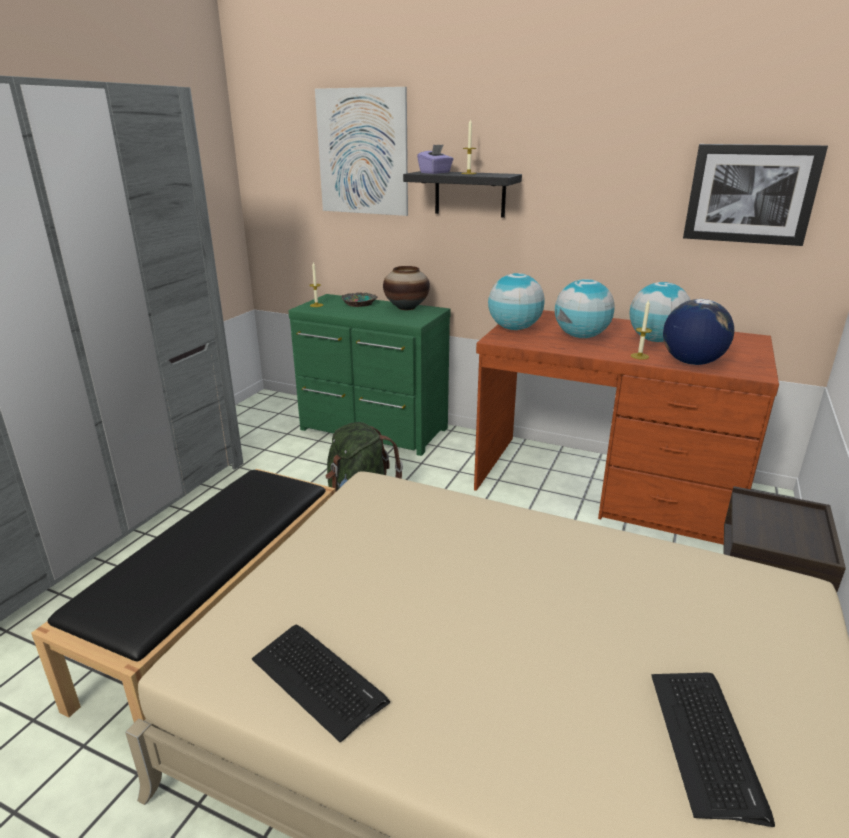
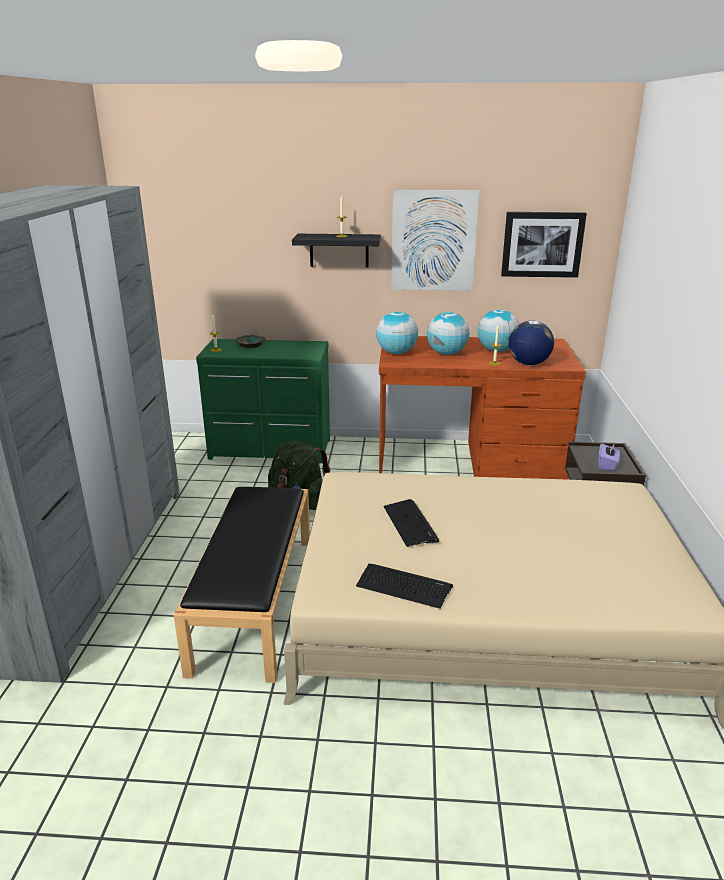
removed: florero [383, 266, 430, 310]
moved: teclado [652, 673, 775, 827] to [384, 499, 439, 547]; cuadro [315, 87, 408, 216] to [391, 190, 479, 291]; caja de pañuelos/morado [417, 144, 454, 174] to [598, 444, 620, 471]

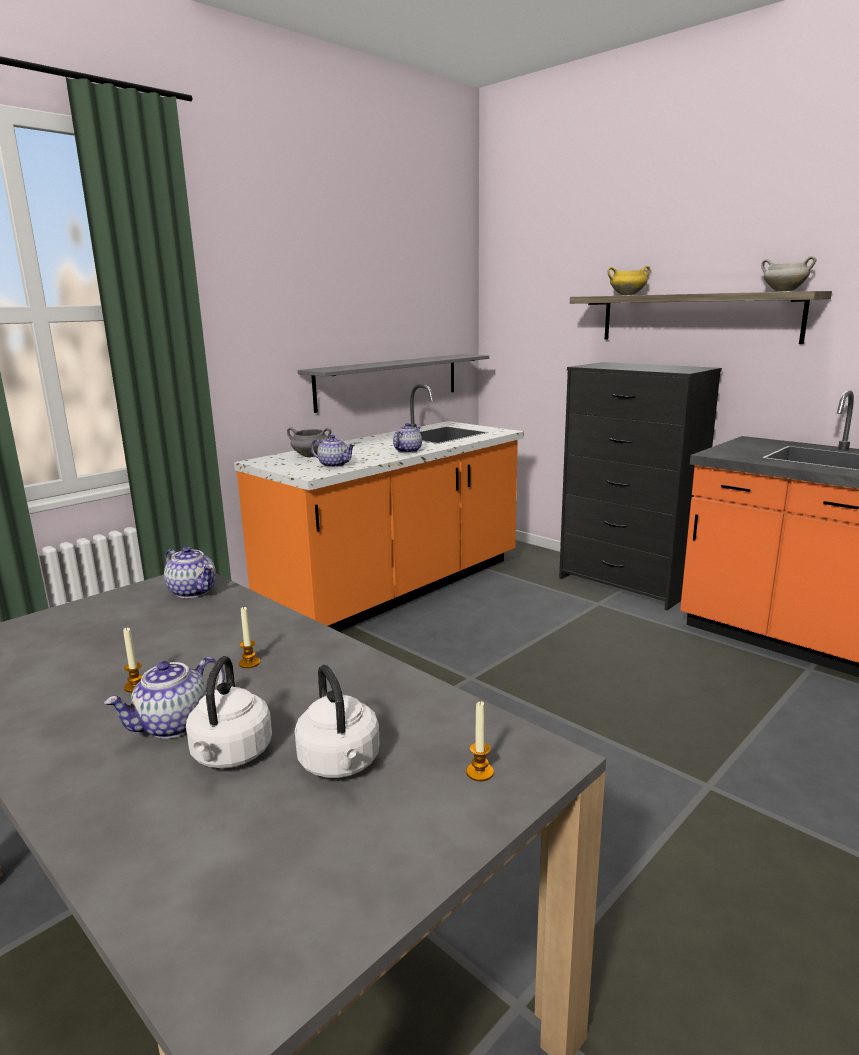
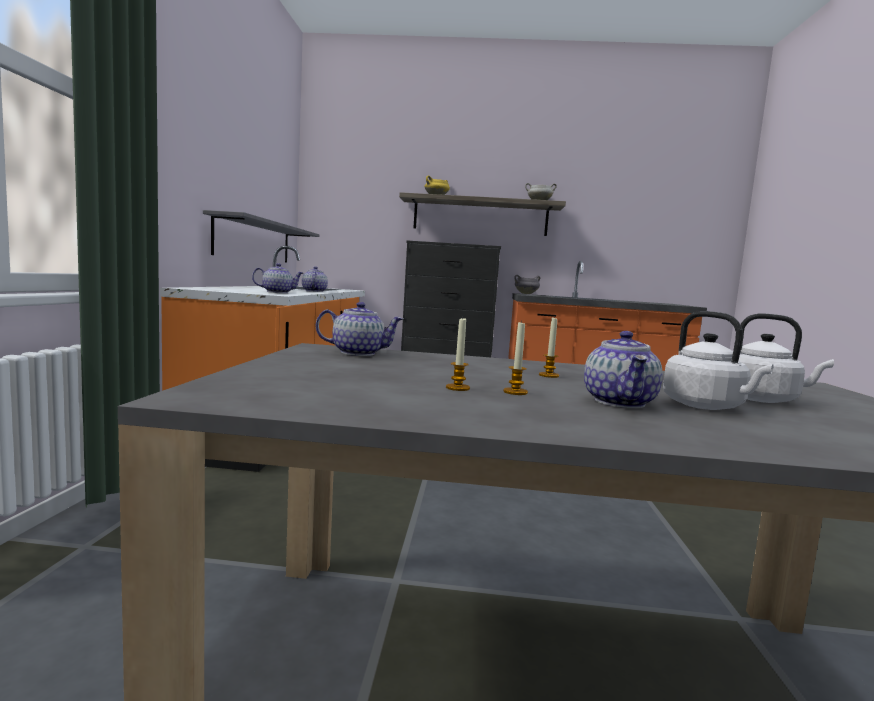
moved: vela [466, 701, 494, 781] to [446, 318, 470, 391]; olla/gris [287, 427, 331, 457] to [514, 275, 540, 294]

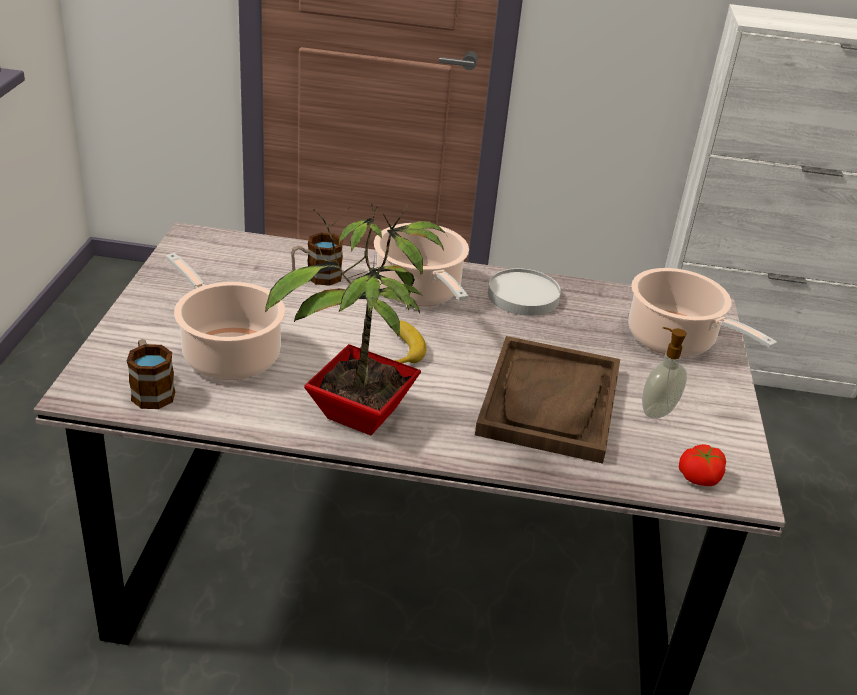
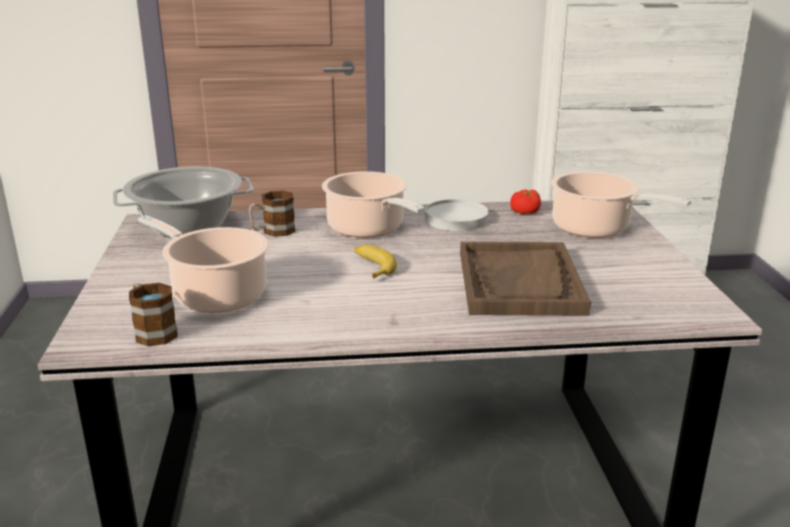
removed: planta en maceta [265, 203, 448, 436]; dispensador de jabón [642, 327, 687, 419]
added: olla [113, 166, 254, 238]
moved: tomate [679, 444, 726, 486] to [510, 190, 541, 215]

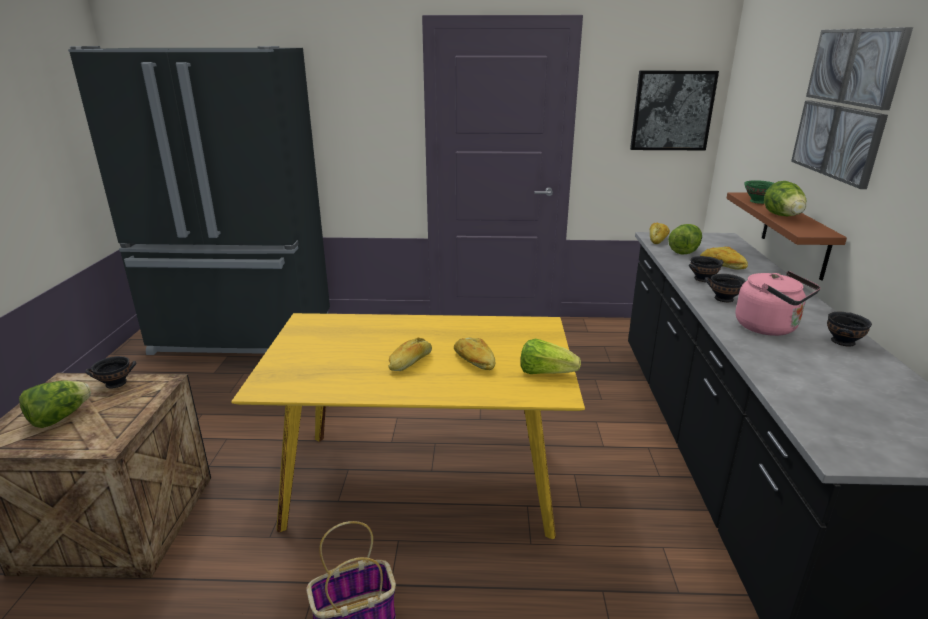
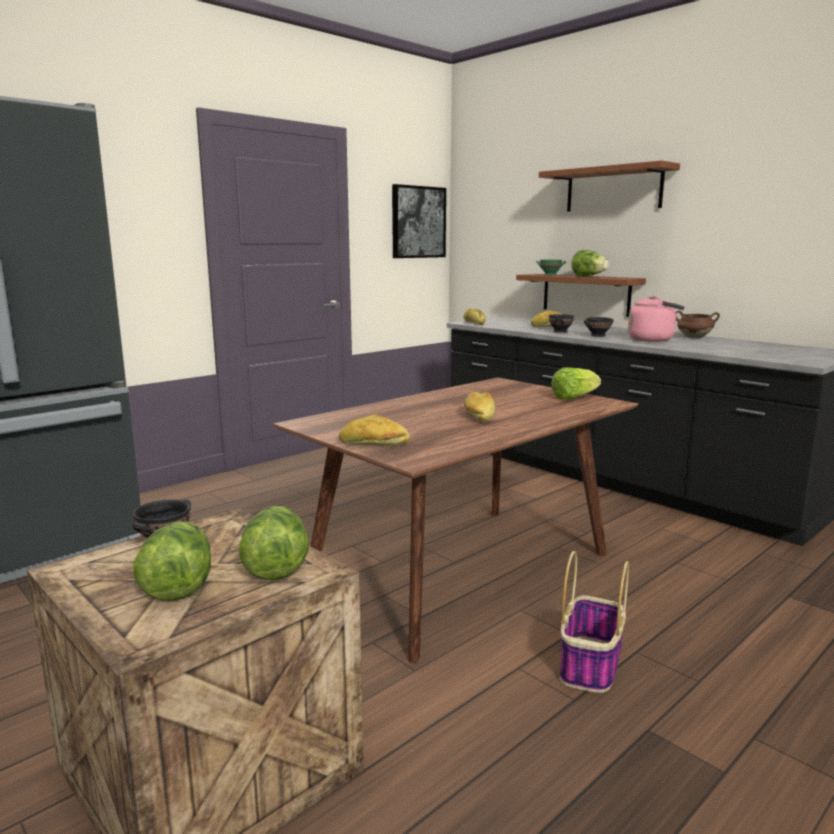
moved: lechuga [668, 224, 702, 255] to [239, 506, 309, 580]; pan [454, 338, 495, 370] to [339, 414, 410, 446]
replaced: cuadro [791, 27, 913, 189] to estante/marrón [539, 161, 680, 212]; cuenco/negro [827, 312, 872, 347] to olla/marrón [676, 311, 720, 338]
recoloured: mesa de comedor/amarillo [231, 313, 585, 539] to mesa de comedor/marrón [273, 377, 638, 663]

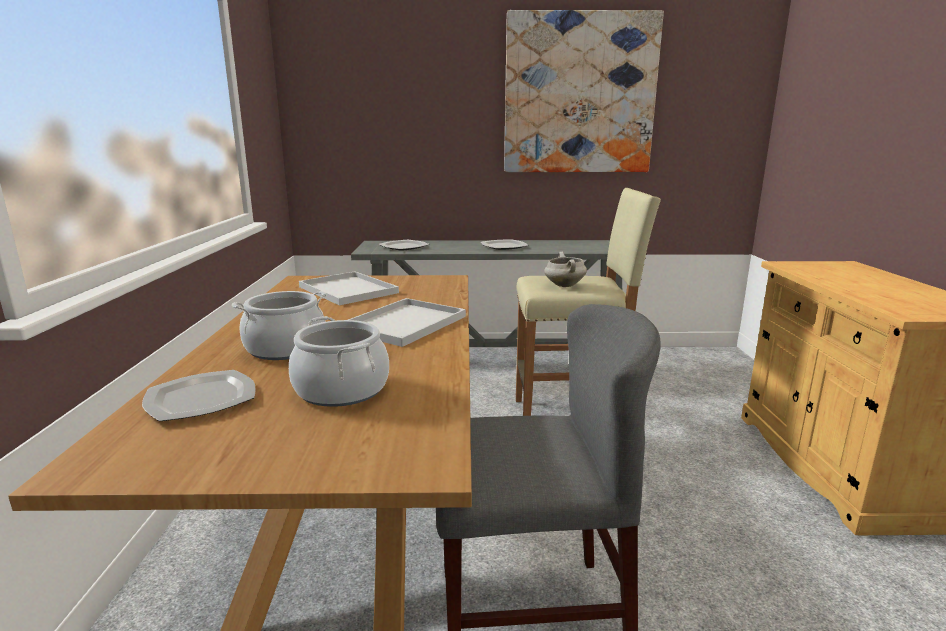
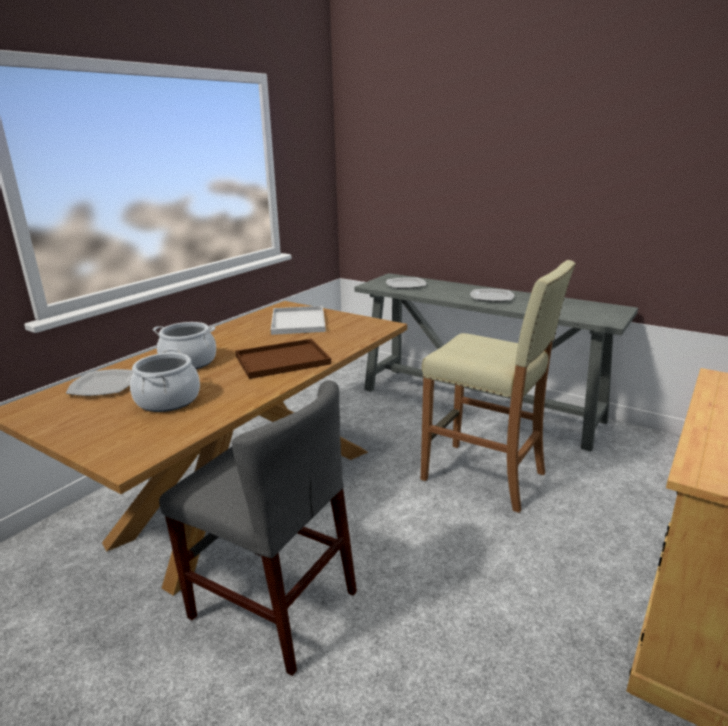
removed: cuadro [504, 10, 664, 172]; olla/blanco [544, 252, 587, 287]
recoloured: bandeja/blanco [348, 298, 466, 347] to bandeja/marrón [235, 339, 331, 379]

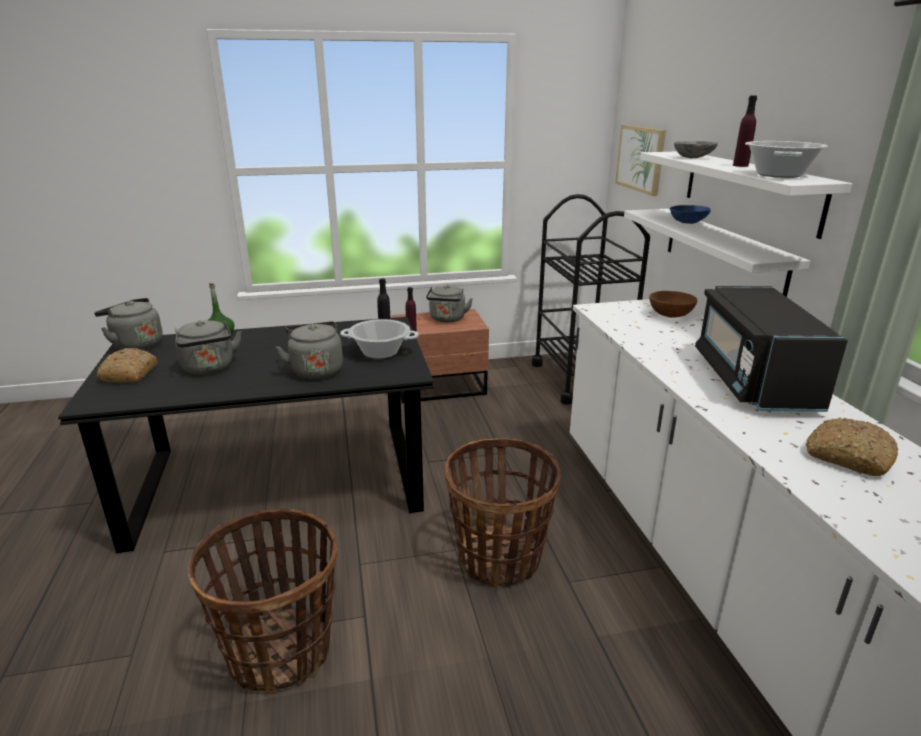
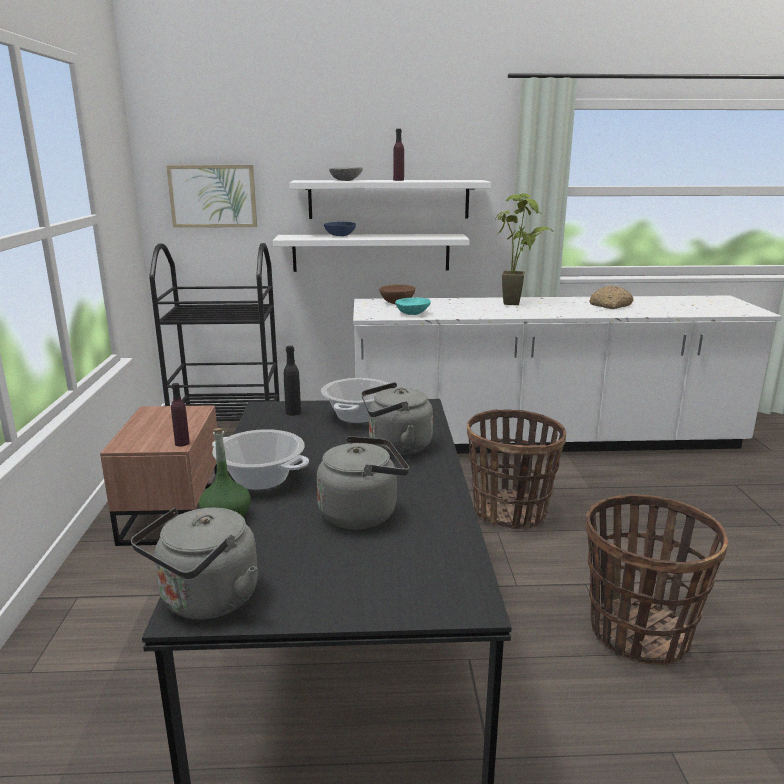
removed: pan [97, 348, 158, 383]; hervidor/gris [426, 285, 473, 323]
added: cuenco/turquesa [395, 298, 431, 315]
moved: olla [745, 141, 828, 178] to [212, 429, 309, 490]
replaced: microondas/negro [695, 286, 848, 412] to planta en maceta [495, 193, 554, 305]

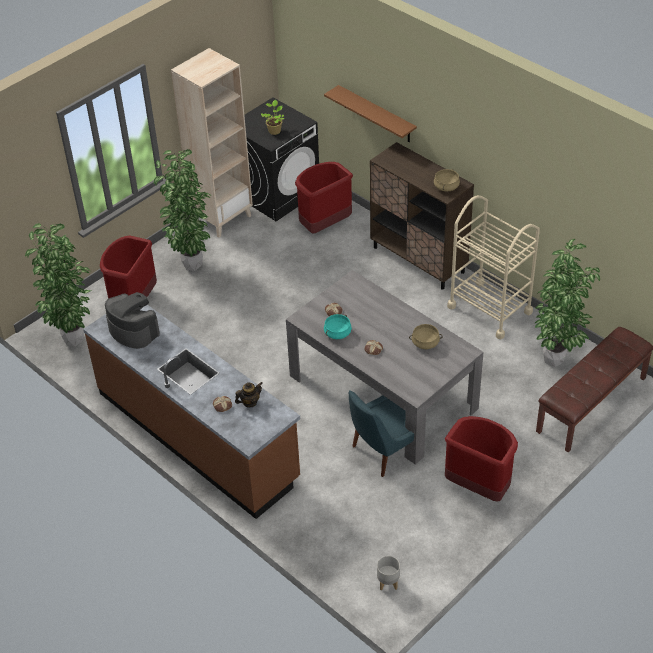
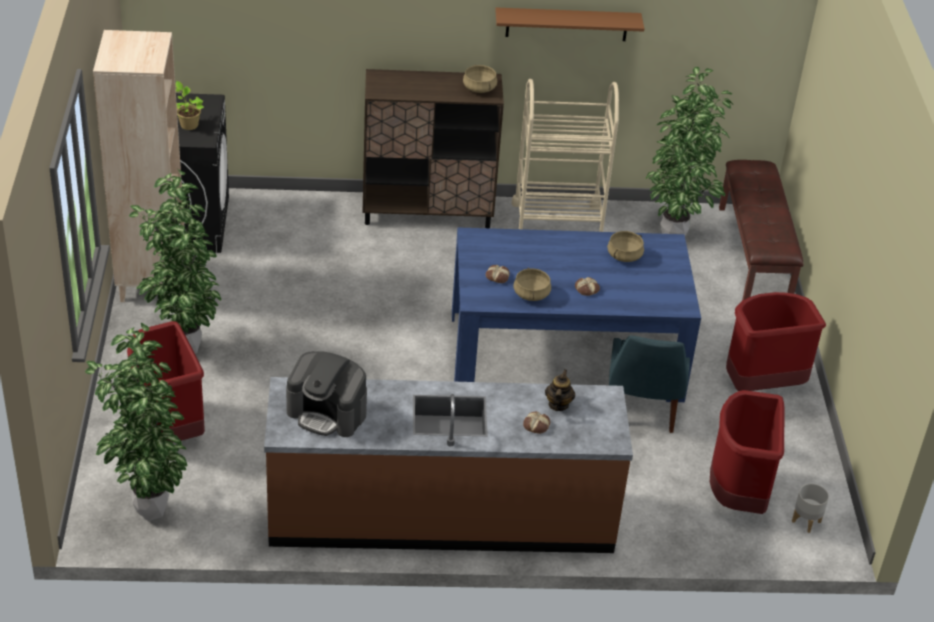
moved: estante/marrón [324, 85, 417, 142] to [495, 8, 644, 41]; papelera/rojo [295, 162, 353, 234] to [710, 390, 784, 514]
recoloured: mesa de comedor/gris [286, 270, 483, 465] to mesa de comedor/azul [452, 227, 701, 402]; olla/turquesa [324, 314, 352, 339] to olla/beis [513, 267, 551, 301]
turned: cafetera [105, 292, 160, 349] = [286, 351, 367, 437] 150 degrees counterclockwise

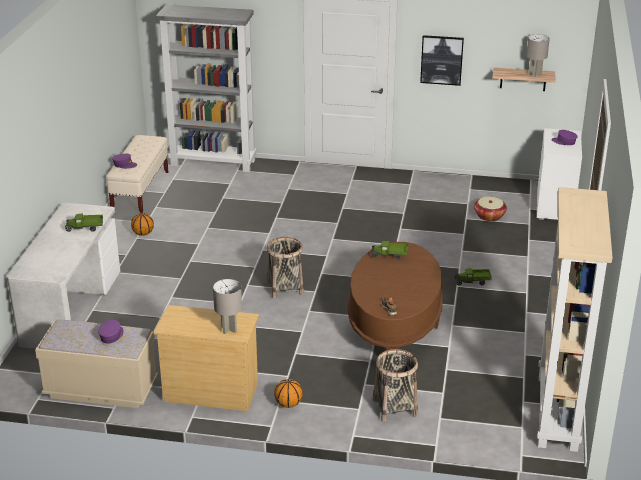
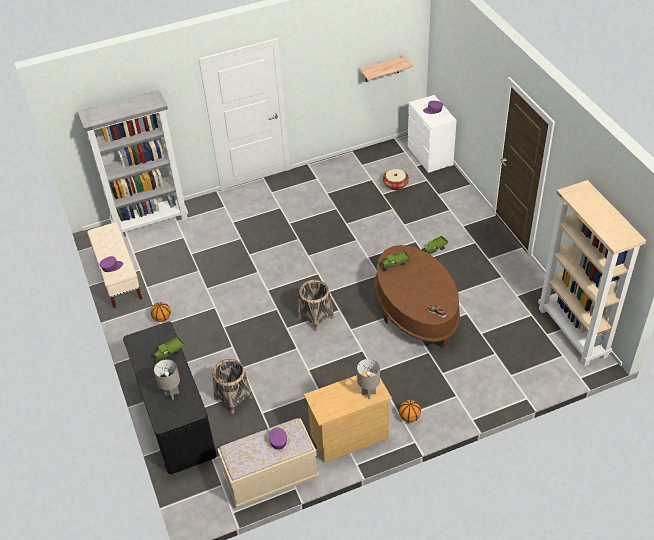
removed: cuadro [420, 35, 464, 86]
moved: lámpara de mesa/gris [526, 34, 550, 77] to [154, 359, 180, 400]; cesta [373, 349, 418, 422] to [212, 359, 253, 414]
recoloured: escritorio/blanco [7, 203, 120, 349] to escritorio/negro [123, 322, 217, 474]

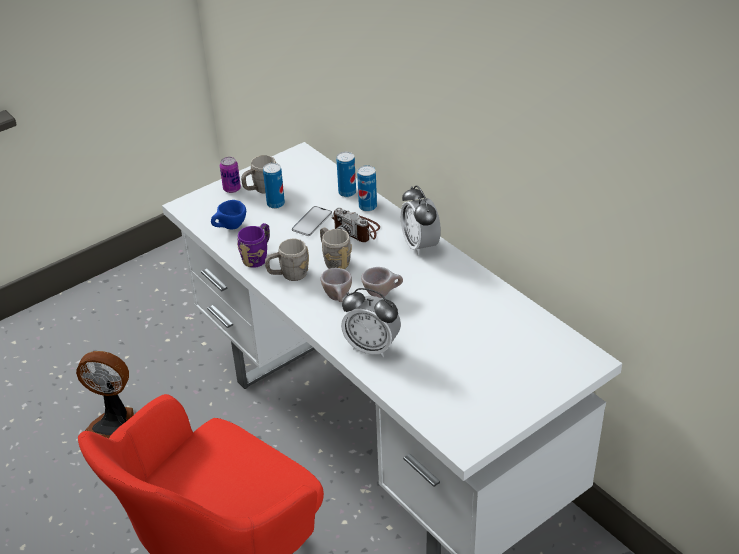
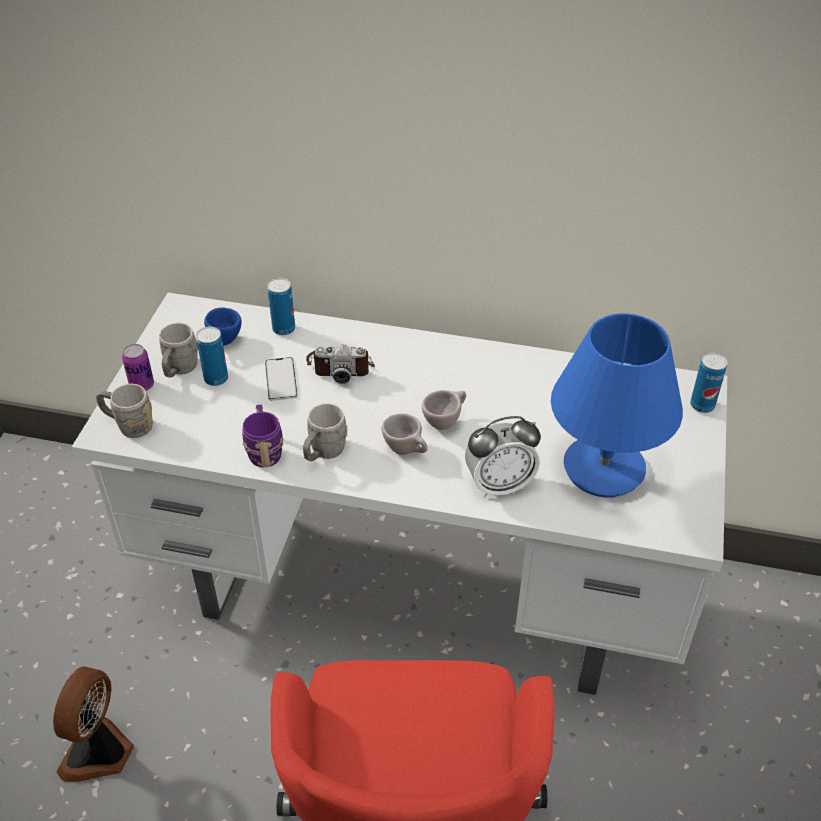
removed: despertador [401, 185, 441, 256]
added: lámpara de mesa/azul [551, 313, 683, 498]
moved: taza grande/gris [320, 227, 352, 269] to [96, 384, 153, 438]; taza/azul [211, 200, 246, 229] to [204, 308, 242, 346]; lata [357, 165, 377, 212] to [690, 353, 727, 413]
turned: ventilador [76, 351, 134, 438] = [53, 666, 134, 782] 135 degrees clockwise

